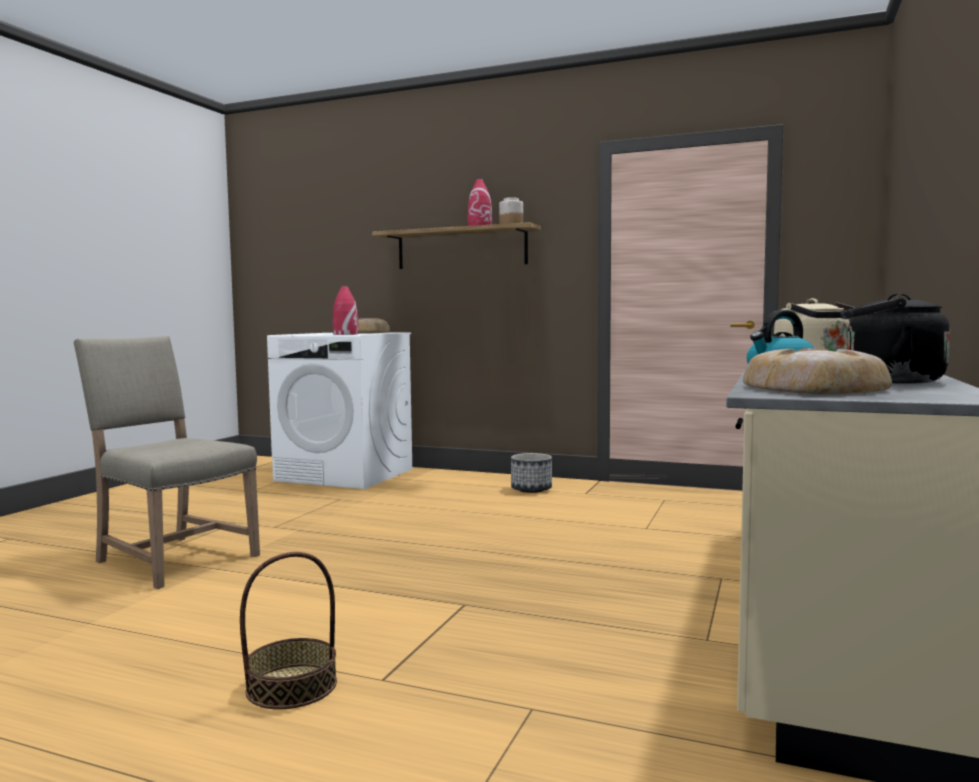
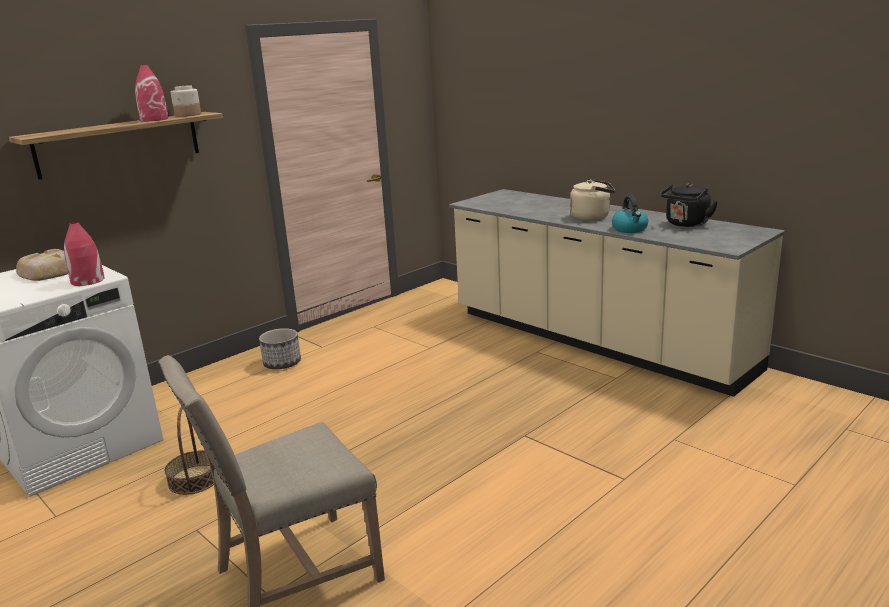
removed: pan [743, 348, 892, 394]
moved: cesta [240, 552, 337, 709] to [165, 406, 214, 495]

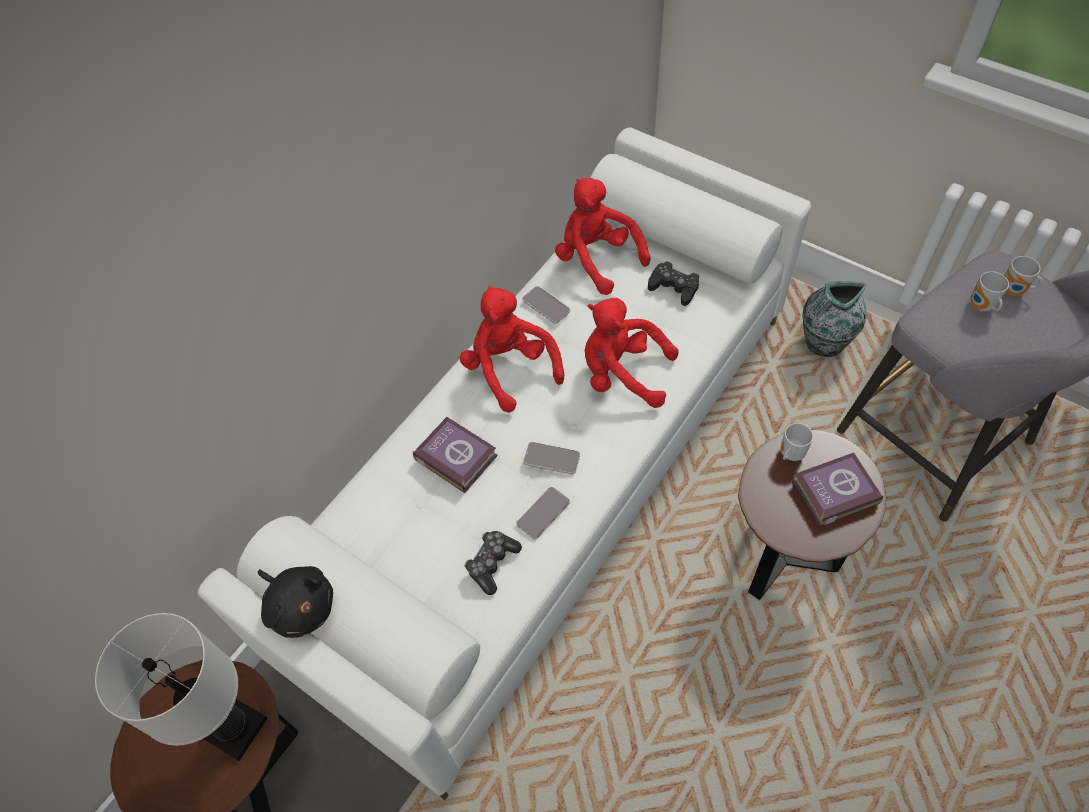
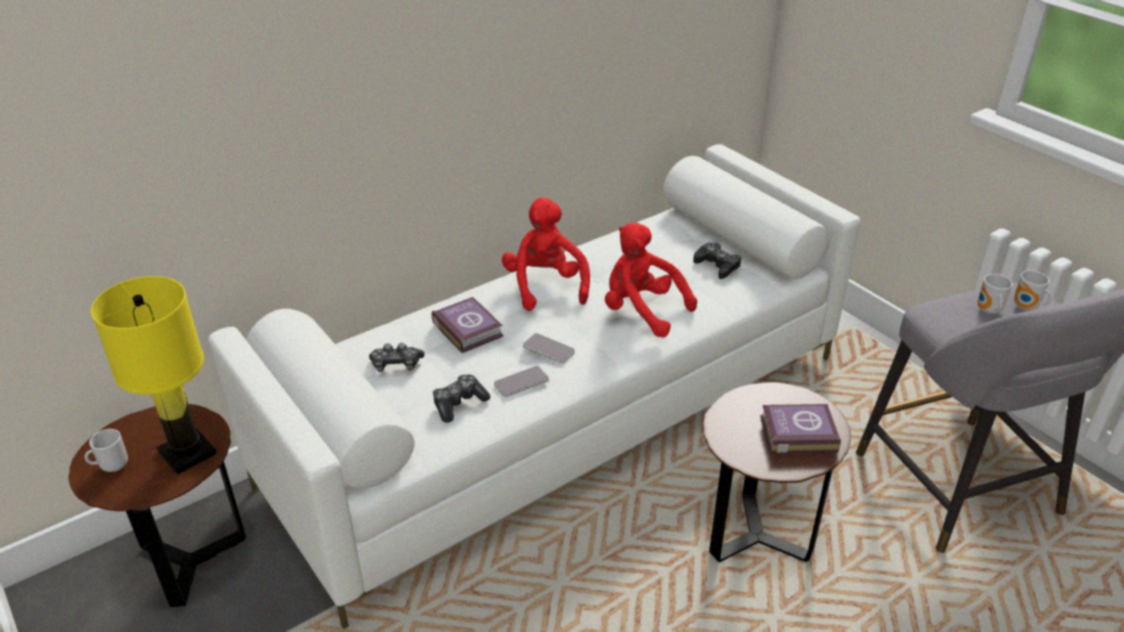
removed: peluche/negro [258, 566, 333, 638]; móvil [522, 286, 570, 324]; peluche/rojo [555, 178, 650, 295]; florero [802, 281, 866, 357]
added: mando de consola [369, 343, 424, 372]
moved: taza grande [780, 423, 813, 461] to [85, 429, 128, 472]
recoloured: lámpara de mesa/blanco [95, 613, 268, 761] to lámpara de mesa/amarillo [91, 276, 217, 475]

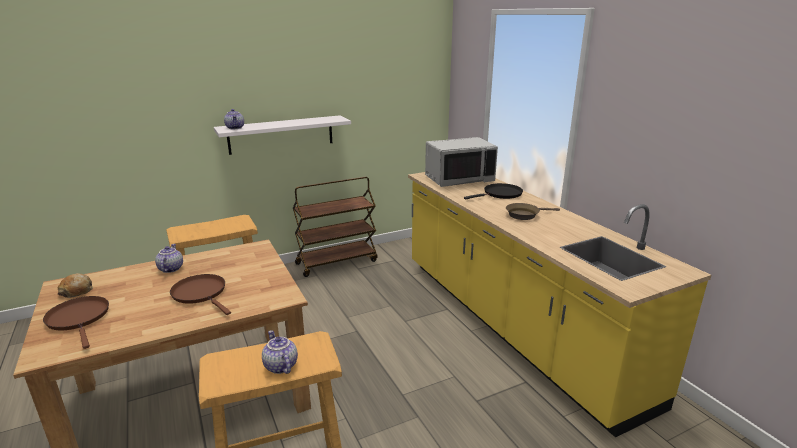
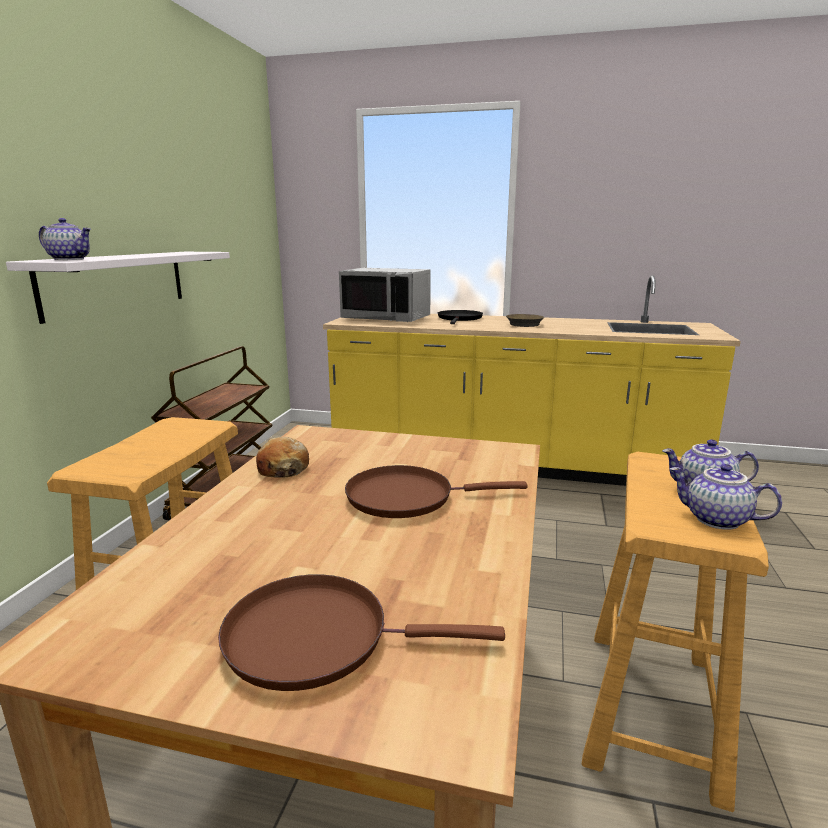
moved: pan [57, 273, 93, 298] to [256, 437, 309, 478]; tetera [155, 244, 183, 273] to [669, 464, 782, 530]
turned: microondas/gris [425, 137, 498, 187] = [339, 268, 431, 322] 90 degrees clockwise

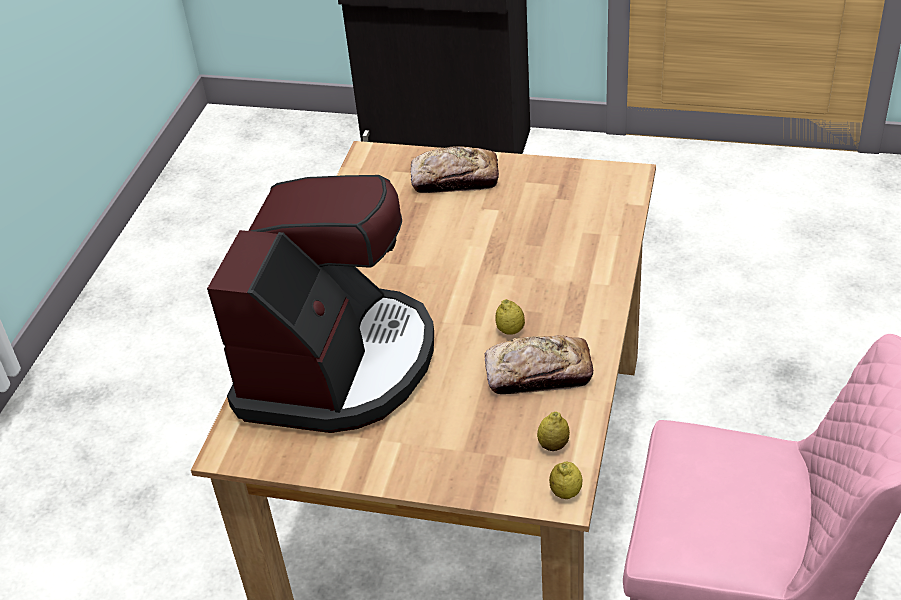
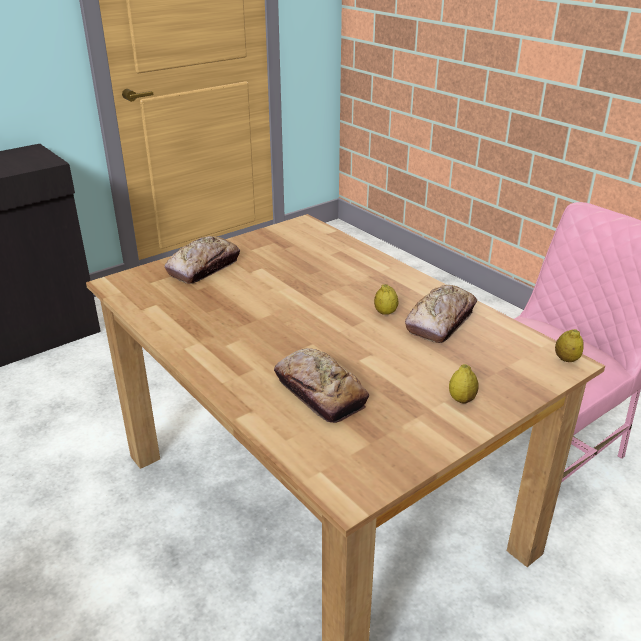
moved: limón [537, 411, 570, 451] to [449, 364, 479, 404]
replaced: cafetera [207, 175, 434, 433] to pan [274, 348, 369, 423]

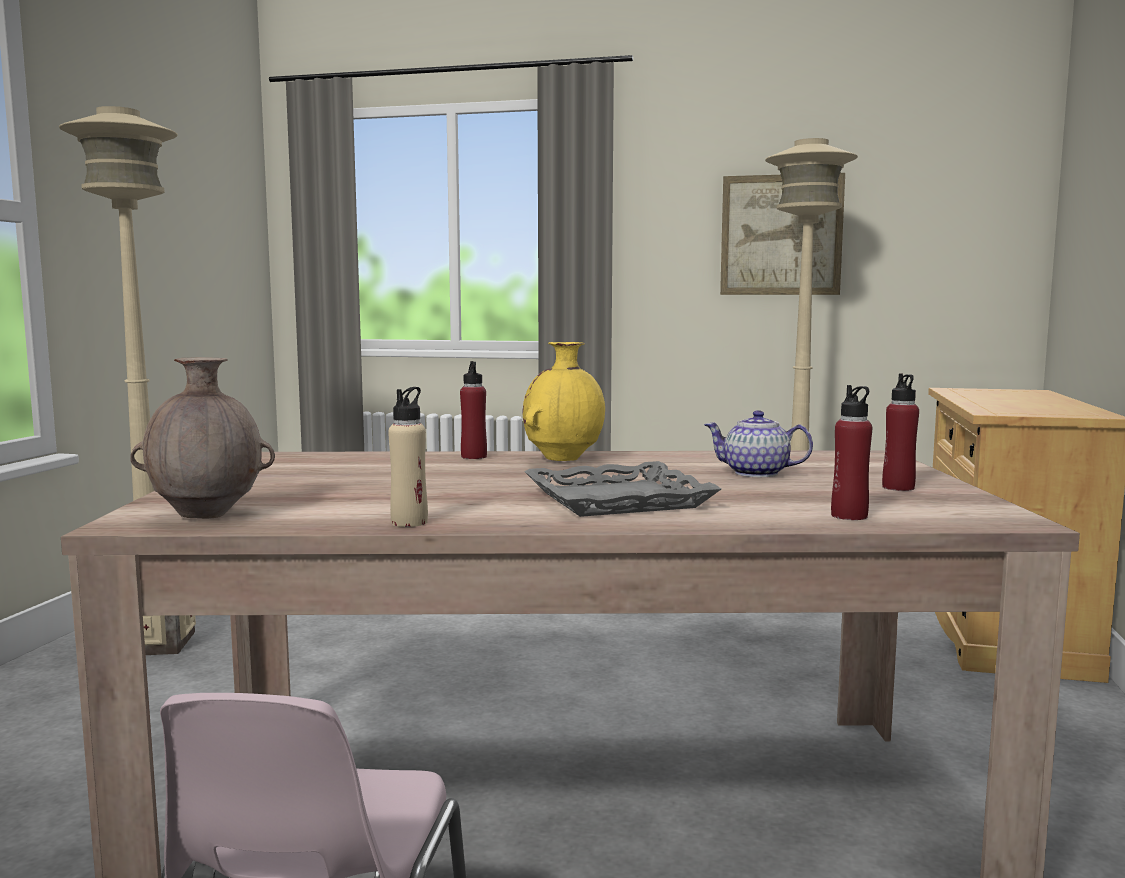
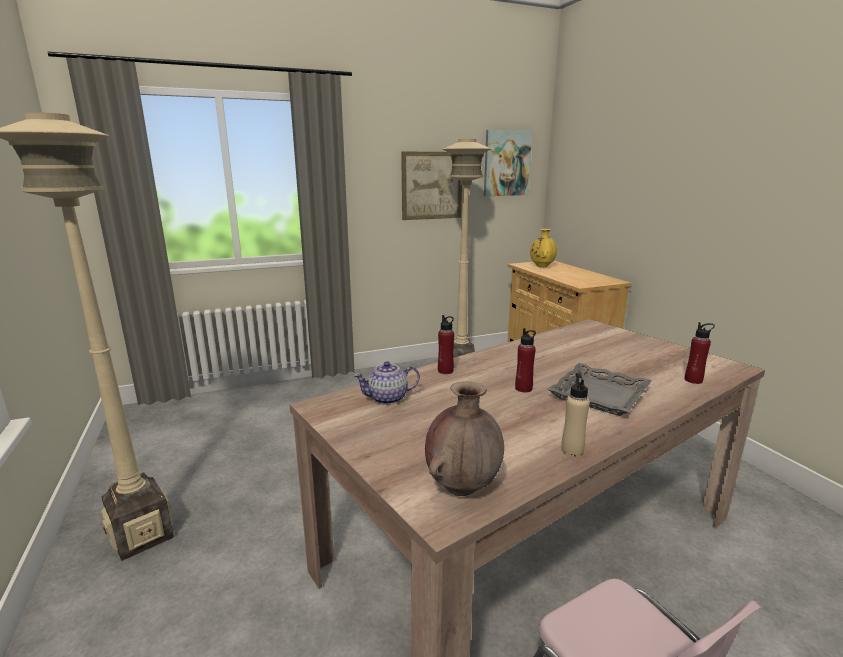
added: cuadro [484, 130, 532, 196]
moved: tetera [704, 410, 813, 477] to [353, 361, 420, 405]; botella/rojo [882, 374, 919, 491] to [515, 328, 536, 393]; florero/amarillo [523, 342, 605, 461] to [530, 229, 557, 267]

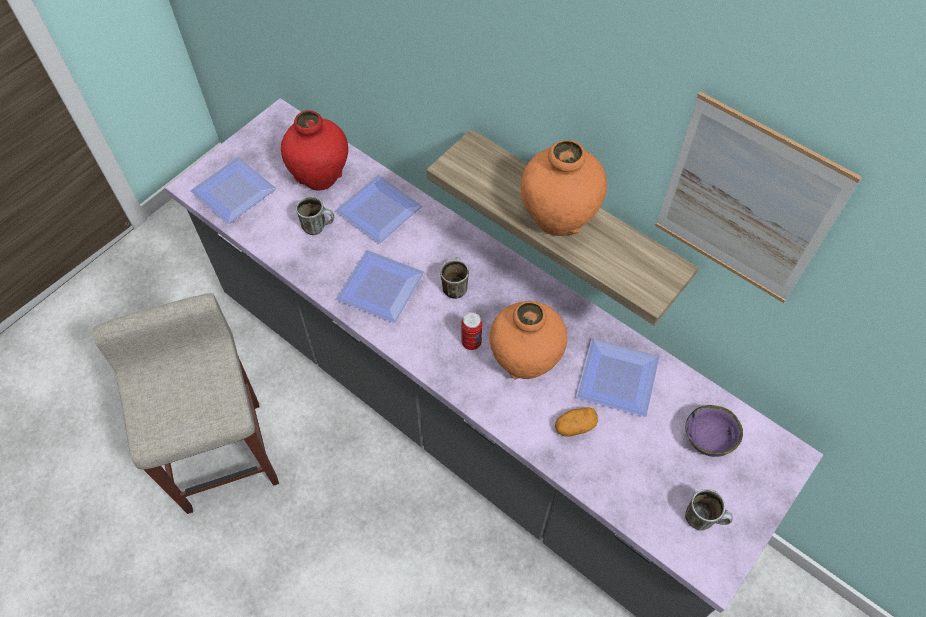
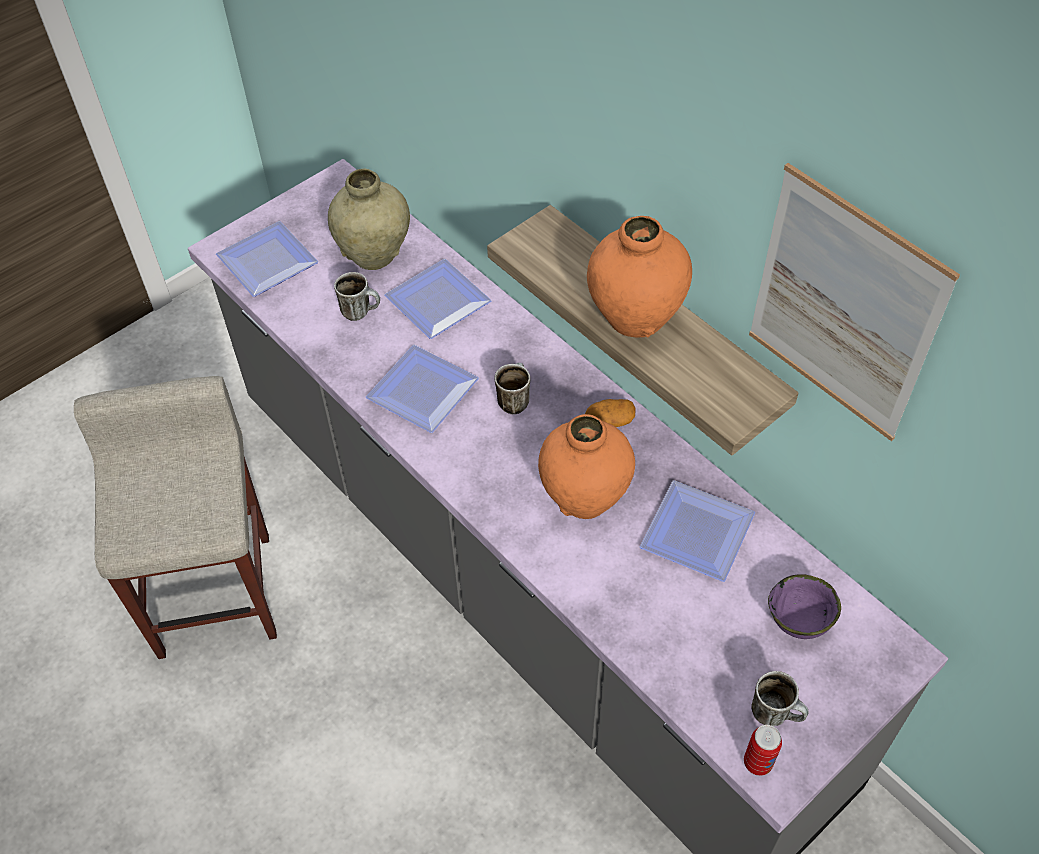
moved: patata [555, 407, 598, 437] to [585, 399, 636, 427]; lata [461, 312, 482, 350] to [744, 725, 782, 776]
recoloured: florero/rojo [281, 110, 348, 191] to florero/beis [328, 169, 410, 270]

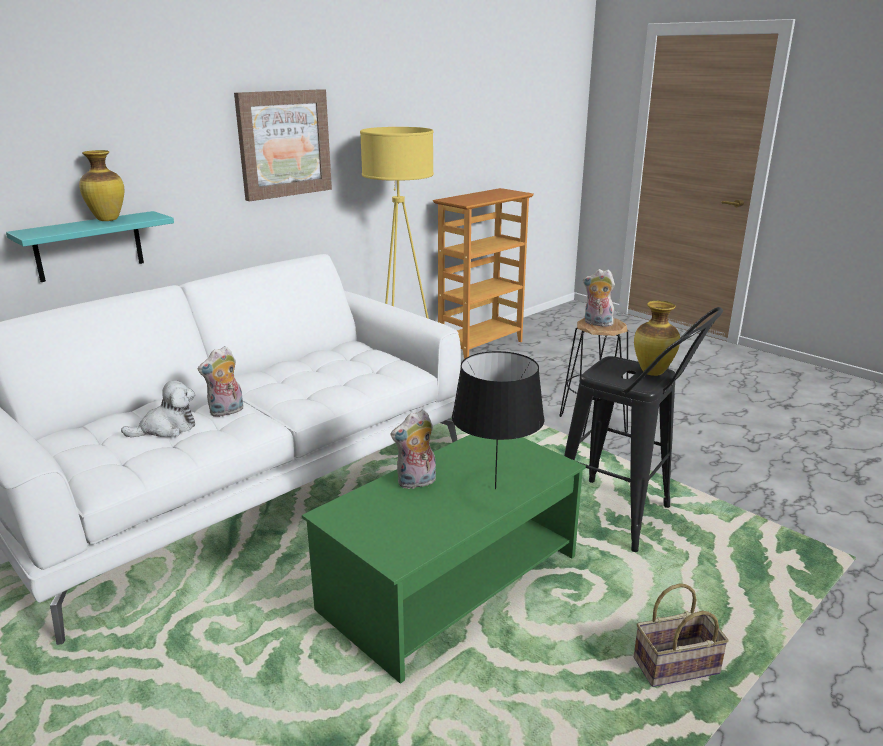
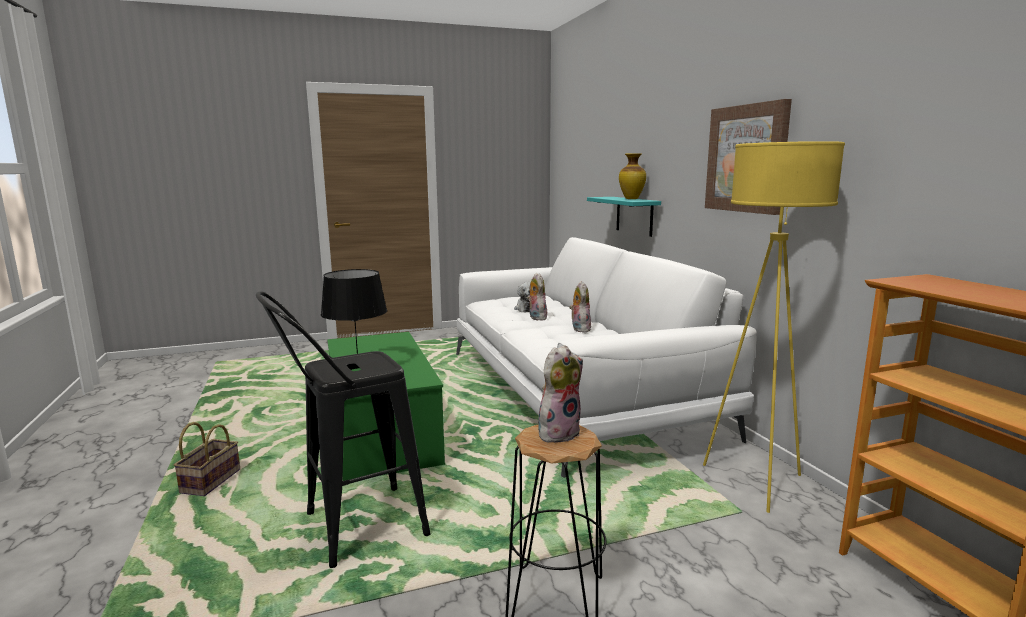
removed: florero [634, 301, 680, 376]
moved: peluche [390, 410, 436, 489] to [569, 281, 591, 332]

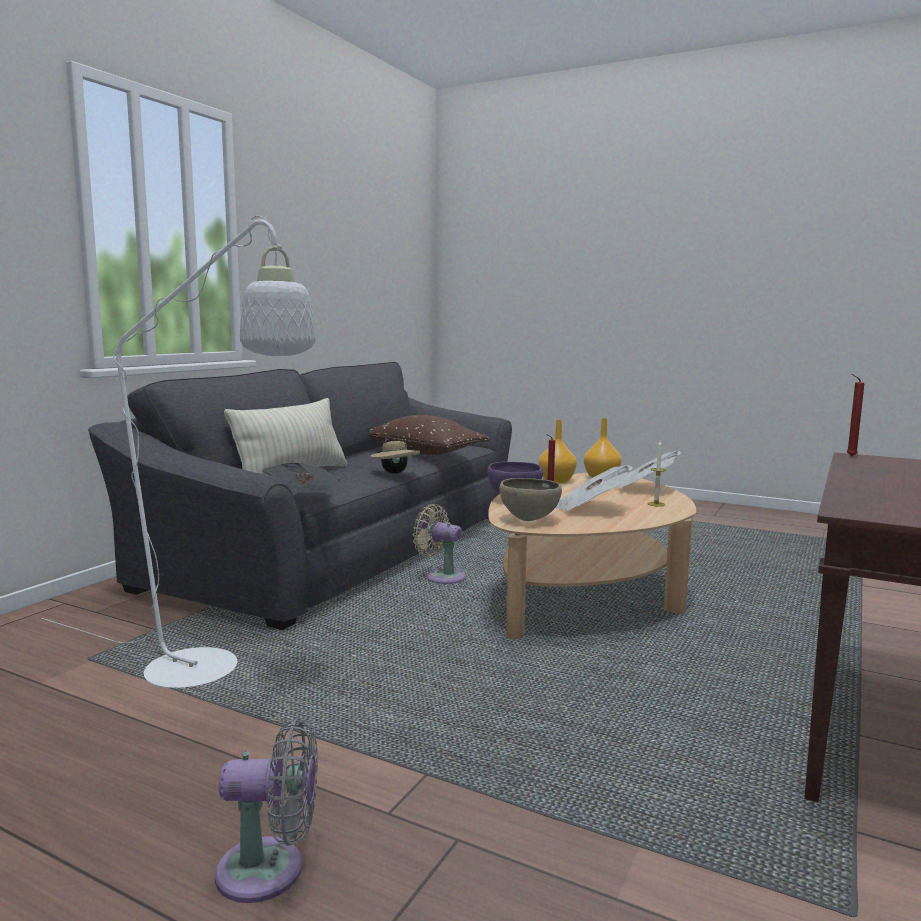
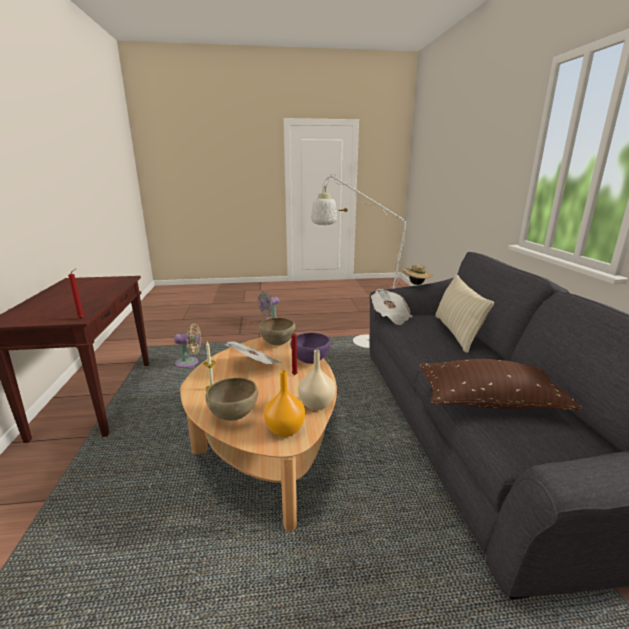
moved: ventilador/beis [413, 504, 466, 584] to [174, 324, 201, 368]; sombrero/beis [370, 439, 420, 474] to [403, 265, 433, 285]
replaced: periódico [615, 451, 681, 489] to cuenco/marrón [205, 378, 258, 421]
recoloured: florero/naranja [538, 420, 577, 483] to florero/beis [298, 350, 335, 410]

